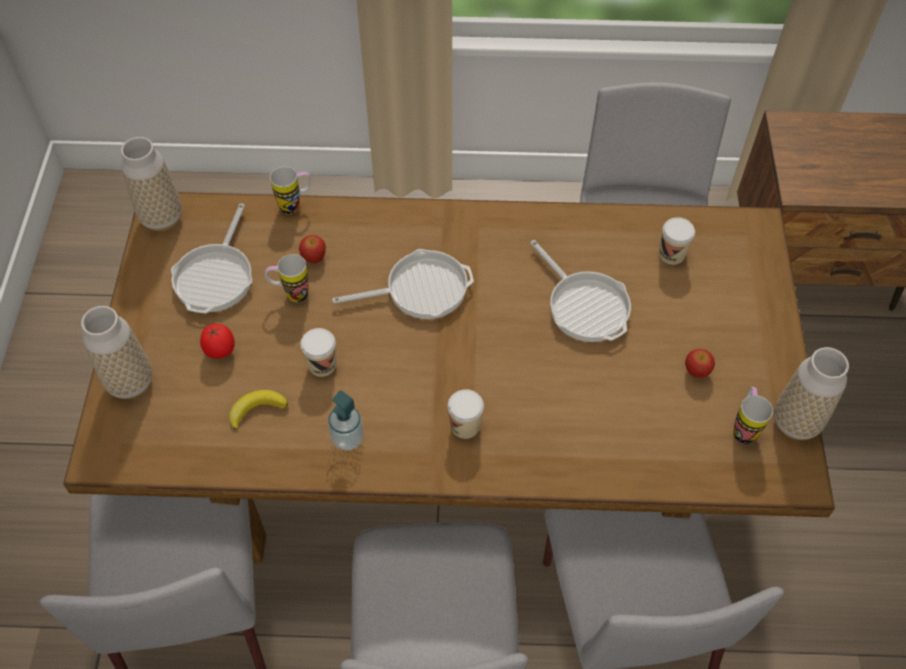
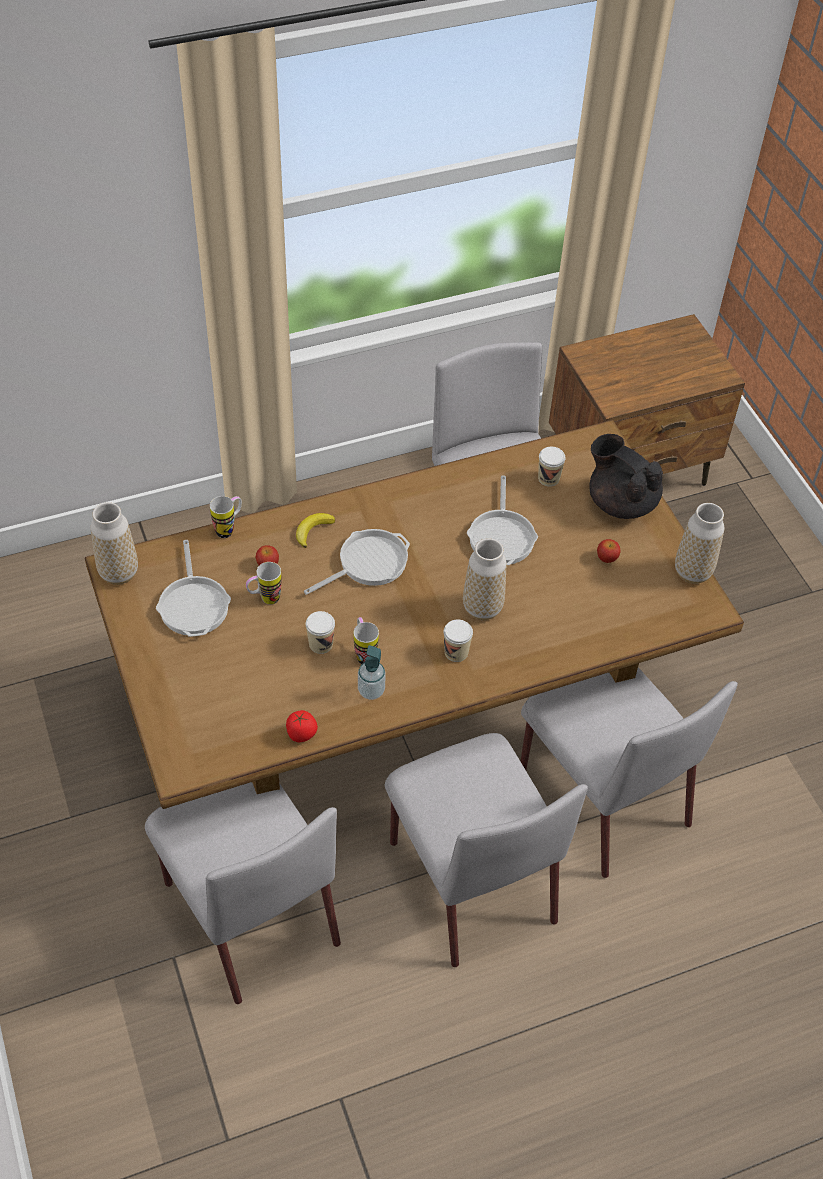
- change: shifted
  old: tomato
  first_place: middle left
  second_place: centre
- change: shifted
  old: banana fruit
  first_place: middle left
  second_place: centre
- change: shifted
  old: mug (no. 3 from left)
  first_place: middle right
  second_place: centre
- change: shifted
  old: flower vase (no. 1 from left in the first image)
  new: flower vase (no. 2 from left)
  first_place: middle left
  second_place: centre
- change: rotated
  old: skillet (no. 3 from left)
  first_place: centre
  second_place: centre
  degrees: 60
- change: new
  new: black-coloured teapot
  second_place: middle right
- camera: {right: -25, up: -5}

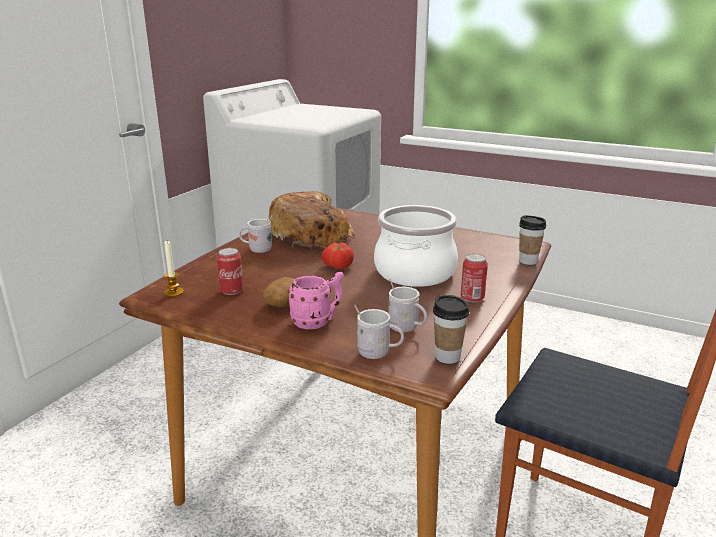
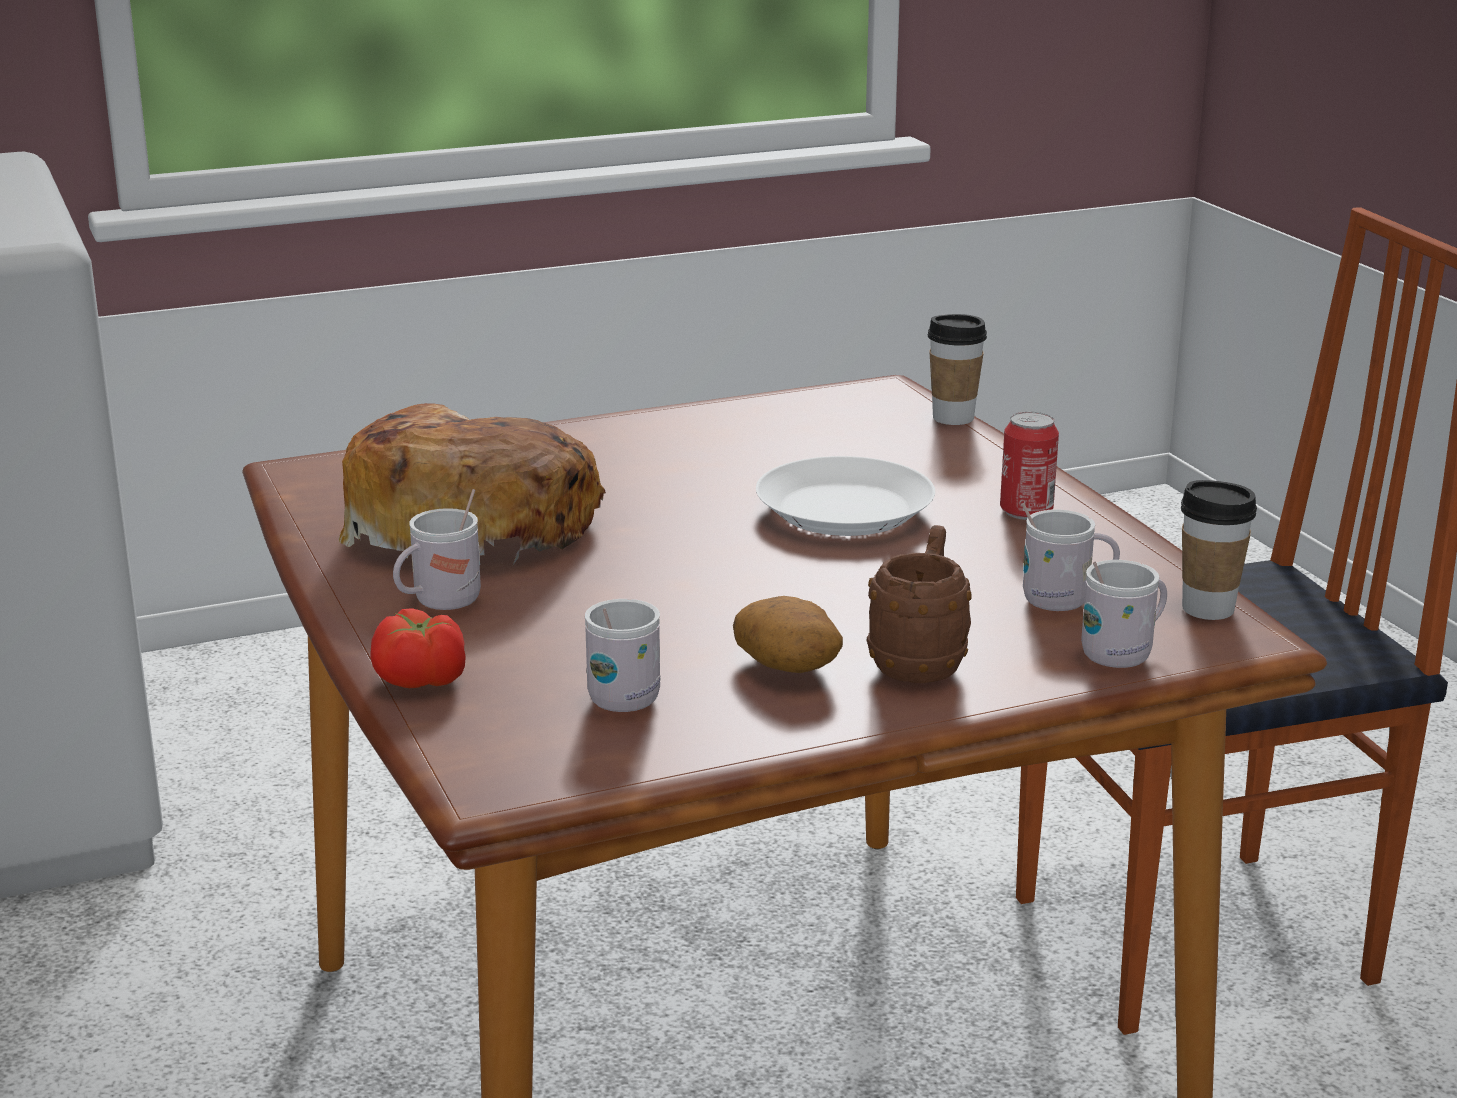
- change: shifted
  old: tomato
  first_place: centre
  second_place: middle left
- change: swapped
  old: metal can (no. 1 from left)
  new: white-coloured mug (no. 2 from left)
  first_place: middle left
  second_place: centre
- change: swapped
  old: saucepot
  new: white-coloured plate
  first_place: centre
  second_place: centre
- change: repainted
  old: pink-coloured mug
  new: brownish mug
  first_place: centre
  second_place: centre
- change: gone
  old: wax light
  first_place: middle left
- camera: {right: -50, up: 0}

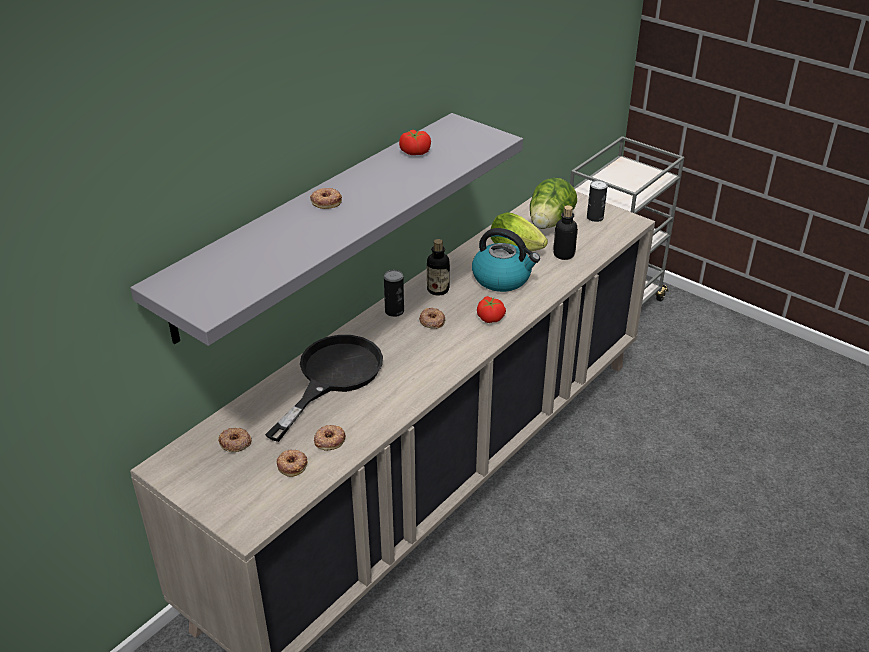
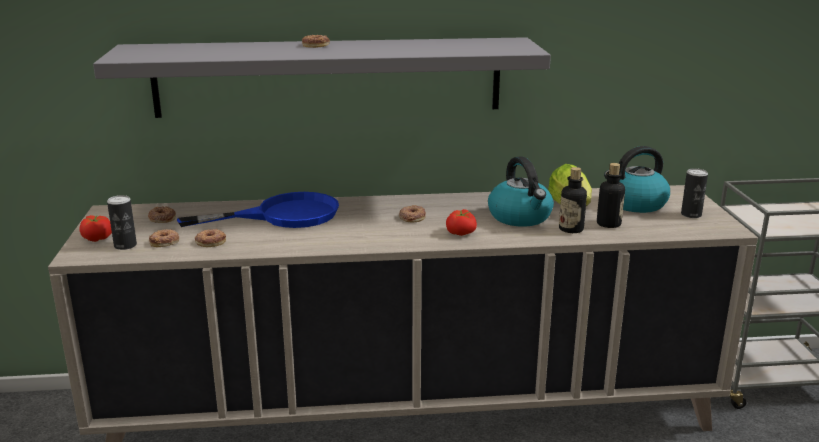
- change: shifted
  old: tomato (no. 1 from left)
  first_place: top centre
  second_place: middle left
- change: shifted
  old: metal can (no. 1 from left)
  first_place: centre
  second_place: middle left
- change: repainted
  old: black-coloured skillet
  new: bluish skillet
  first_place: centre
  second_place: middle left
- change: shifted
  old: beverage bottle (no. 1 from left)
  first_place: centre
  second_place: middle right
- change: swapped
  old: head of lettuce (no. 2 from left)
  new: kettle (no. 2 from left)
  first_place: top centre
  second_place: middle right
- camera: {right: 45, up: -15}

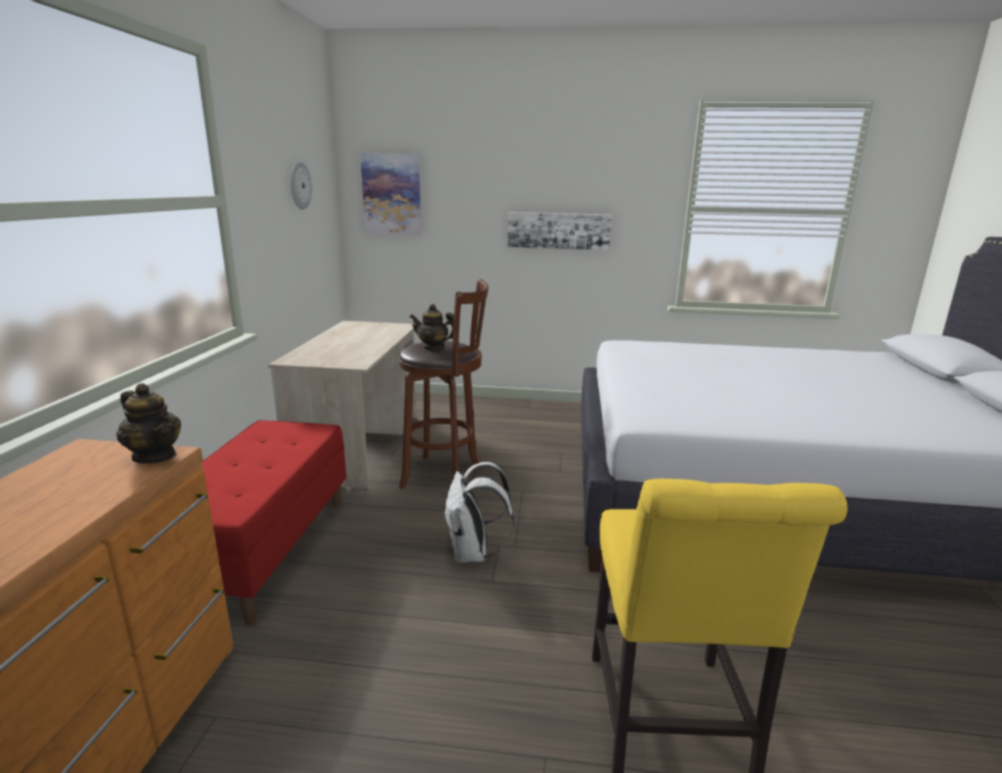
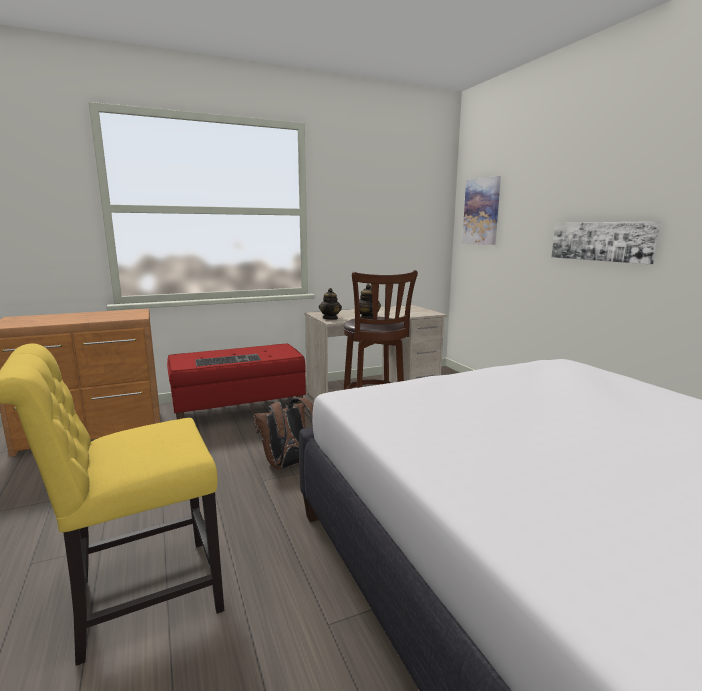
- change: new
  new: PC keyboard
  second_place: middle left
- change: repainted
  old: white-coloured backpack
  new: brownish backpack
  first_place: centre
  second_place: centre
- change: shifted
  old: teapot (no. 1 from left)
  first_place: middle left
  second_place: centre
- change: gone
  old: clock on the wall
  first_place: top left
- camera: {right: 60, up: -5}

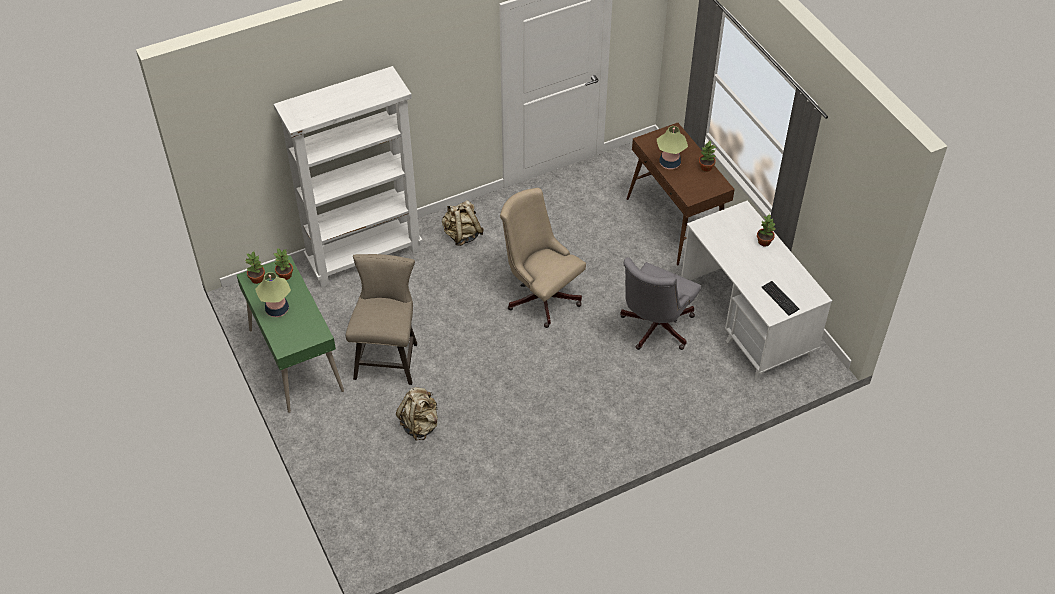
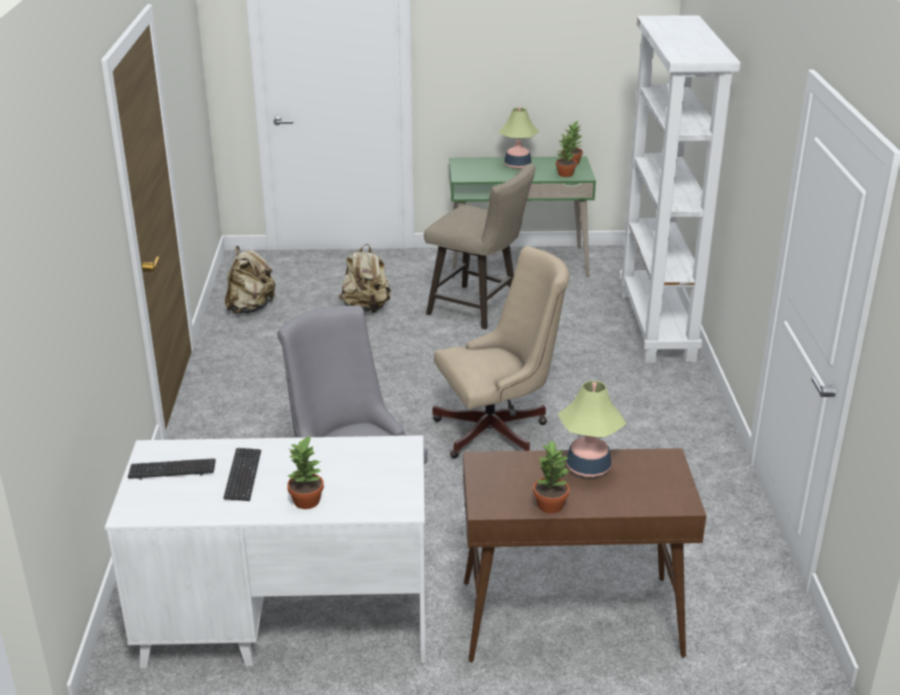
- change: new
  new: PC keyboard (no. 2 from left)
  second_place: bottom left
- change: shifted
  old: beige backpack (no. 2 from left in the first image)
  new: beige backpack (no. 1 from left)
  first_place: centre
  second_place: middle left
- camera: {right: 115, up: -20}

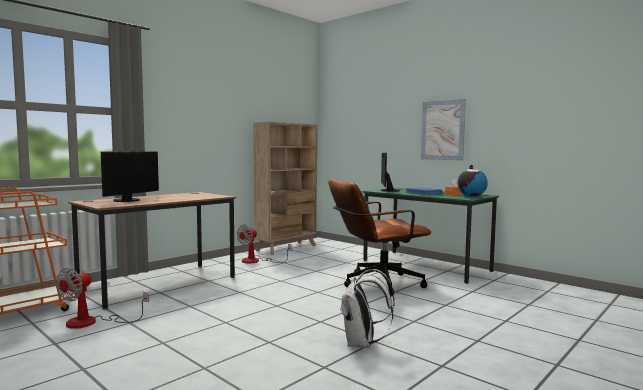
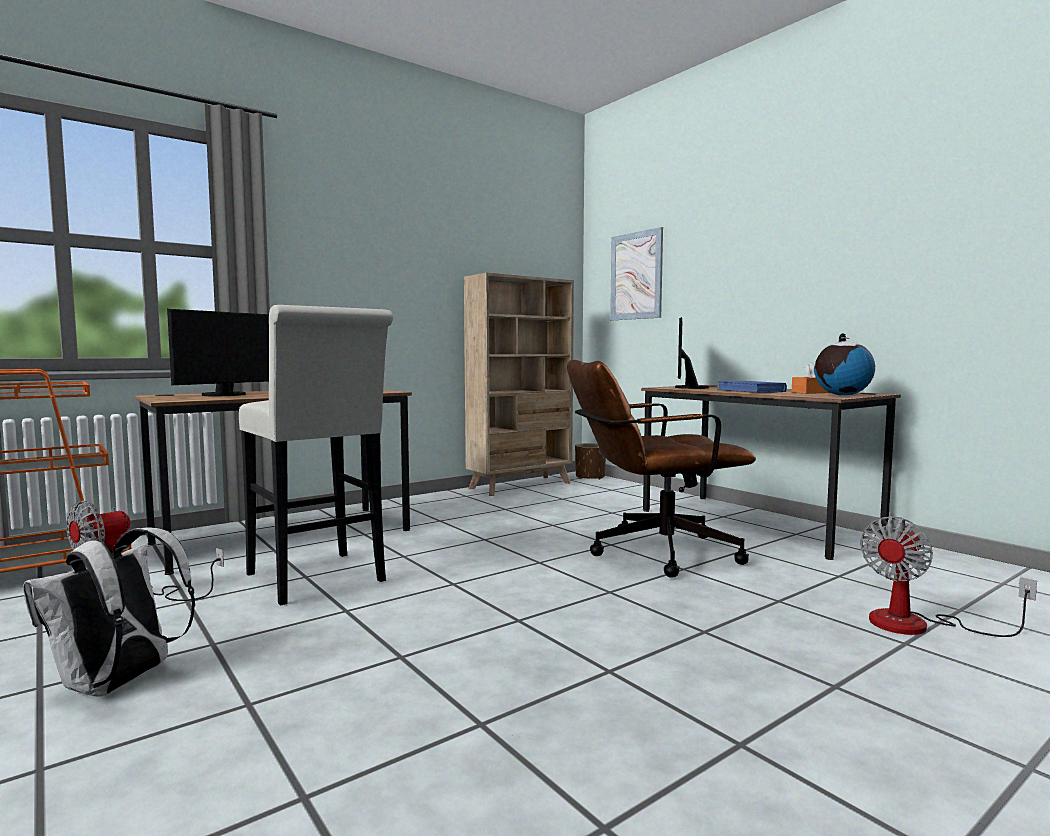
- change: shifted
  old: white-coloured backpack
  first_place: bottom centre
  second_place: bottom left
- change: new
  new: white-coloured stool
  second_place: middle left
- change: new
  new: brownish flower pot
  second_place: centre
- change: shifted
  old: wall picture
  first_place: top right
  second_place: top centre
- change: repainted
  old: greenish desk table
  new: brownish desk table (no. 2 from left)
  first_place: middle right
  second_place: middle right
- change: shifted
  old: electric fan (no. 2 from left)
  first_place: centre
  second_place: bottom right
- camera: {right: 10, up: 0}

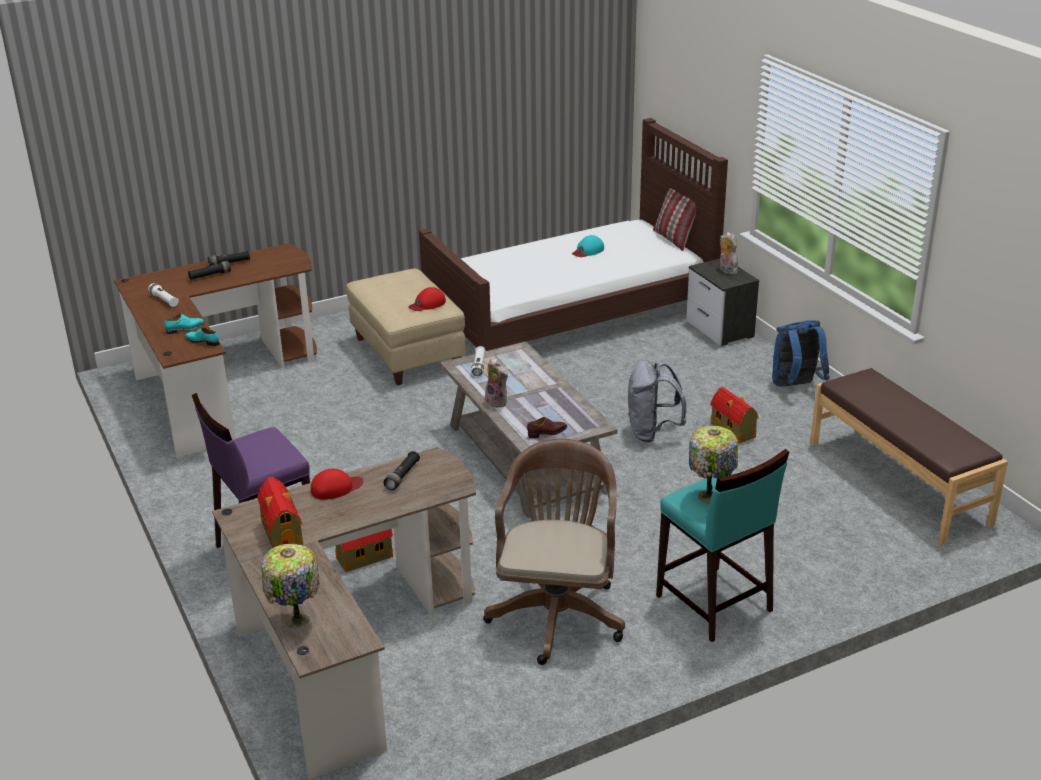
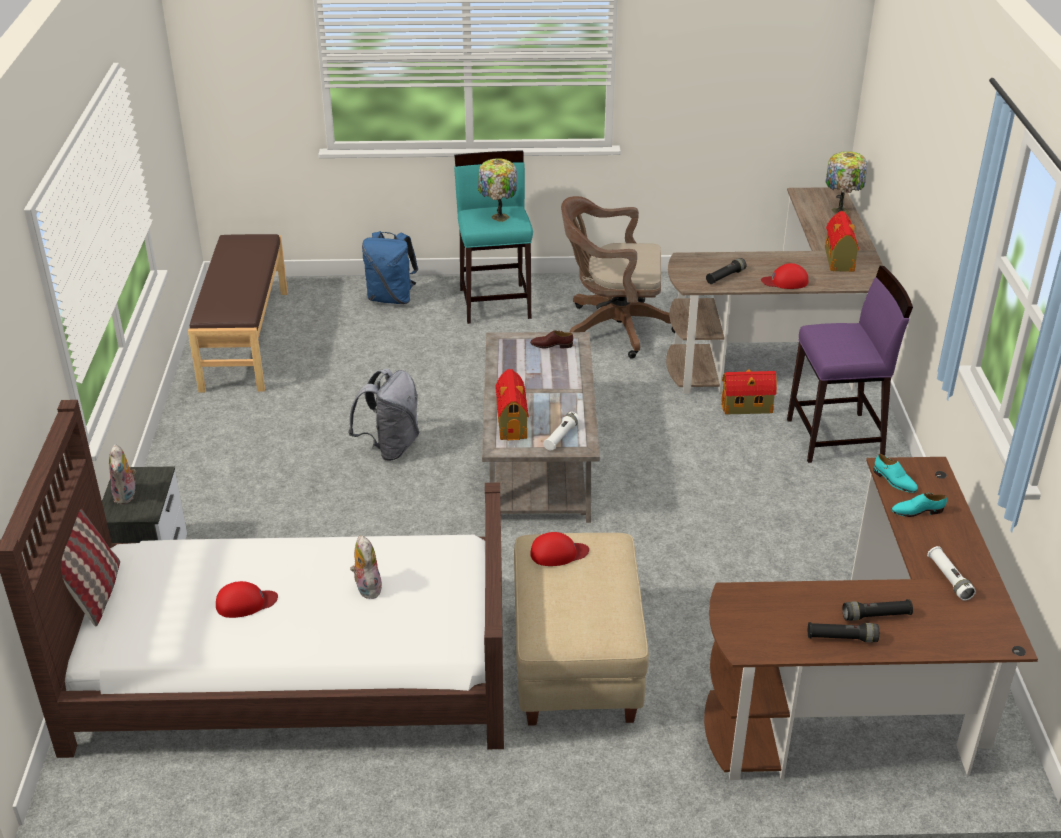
- change: repainted
  old: turquoise-coloured baseball cap
  new: reddish baseball cap (no. 1 from left)
  first_place: top centre
  second_place: bottom left
- change: shifted
  old: plush toy (no. 1 from left in the first image)
  new: plush toy (no. 2 from left)
  first_place: centre
  second_place: bottom centre
- change: shifted
  old: bluish backpack
  first_place: middle right
  second_place: top centre
- change: shifted
  old: miniature house (no. 3 from left in the first image)
  new: miniature house (no. 1 from left)
  first_place: middle right
  second_place: centre
- change: rotated
  old: brownish office chair
  first_place: bottom centre
  second_place: top centre
  degrees: 60
- camera: {right: -155, up: 5}

